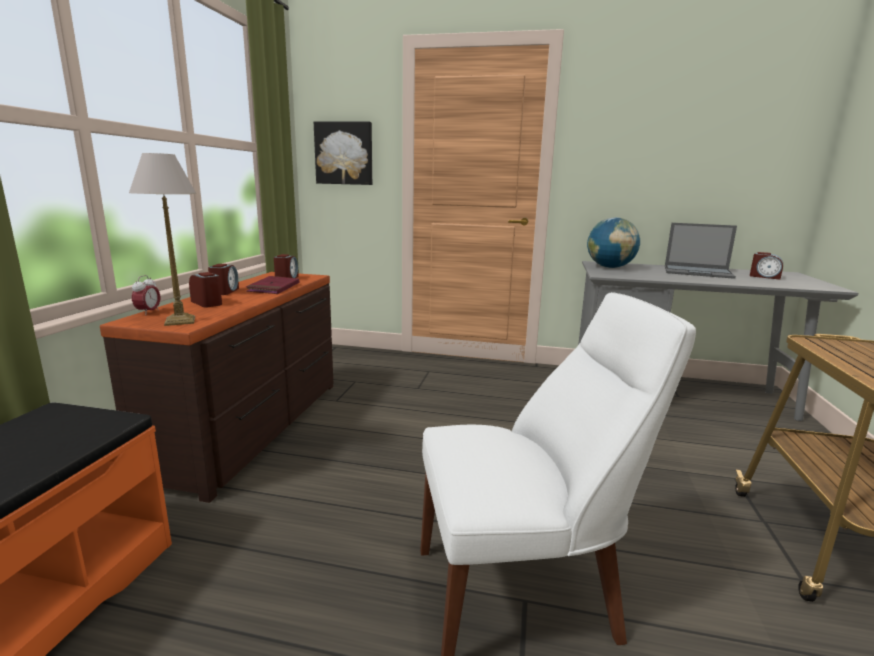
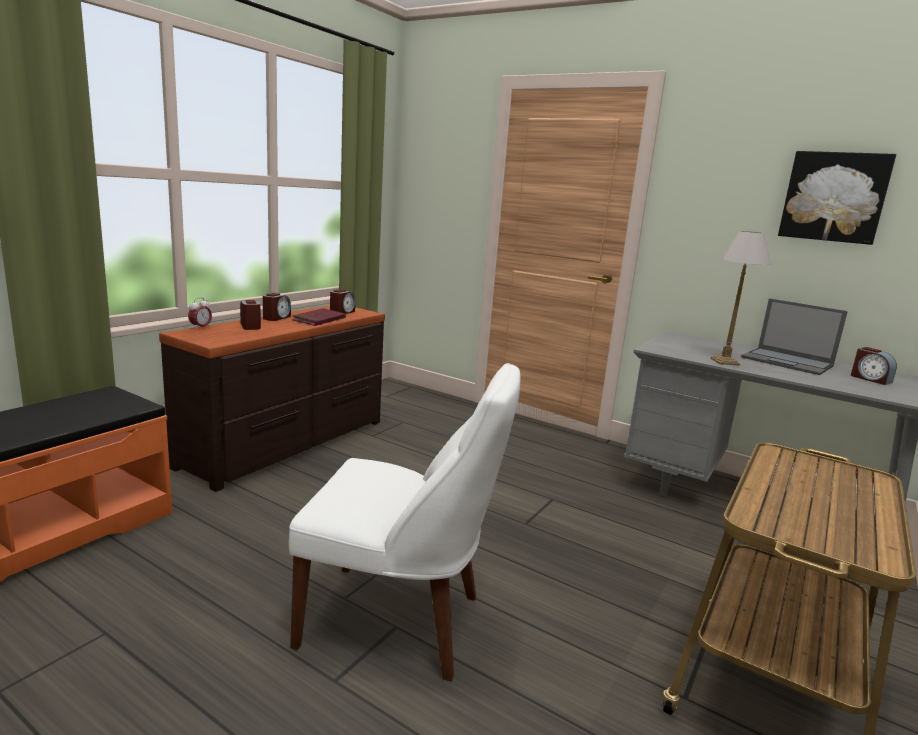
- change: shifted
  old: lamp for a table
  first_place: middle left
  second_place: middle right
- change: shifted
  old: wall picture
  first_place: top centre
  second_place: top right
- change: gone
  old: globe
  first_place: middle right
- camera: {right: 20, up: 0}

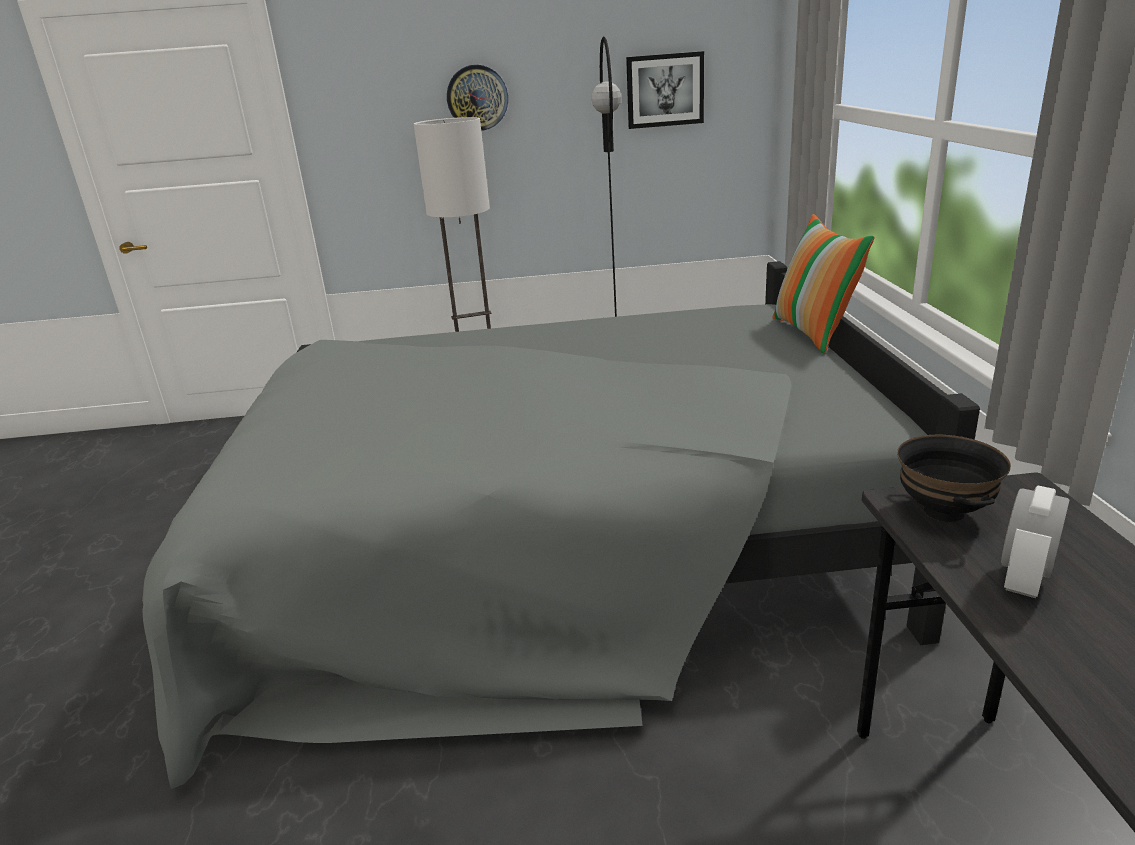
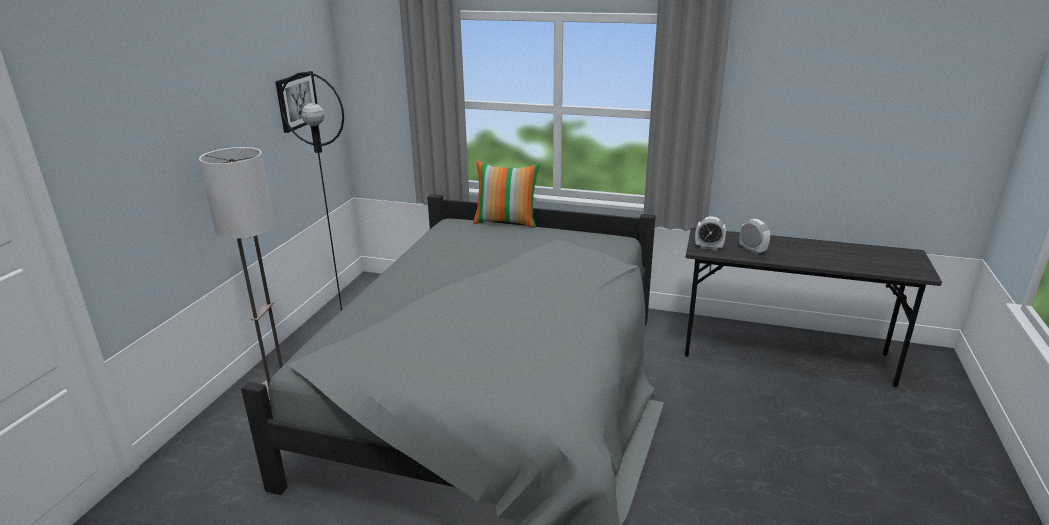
- change: swapped
  old: black-coloured bowl
  new: table clock (no. 1 from left)
  first_place: middle right
  second_place: middle right
- change: gone
  old: clock on the wall
  first_place: top centre
- camera: {right: -70, up: 0}

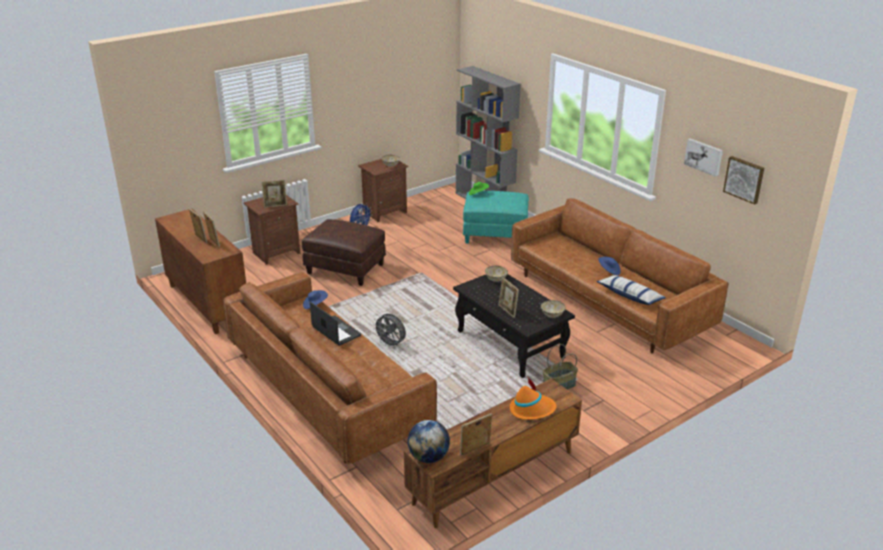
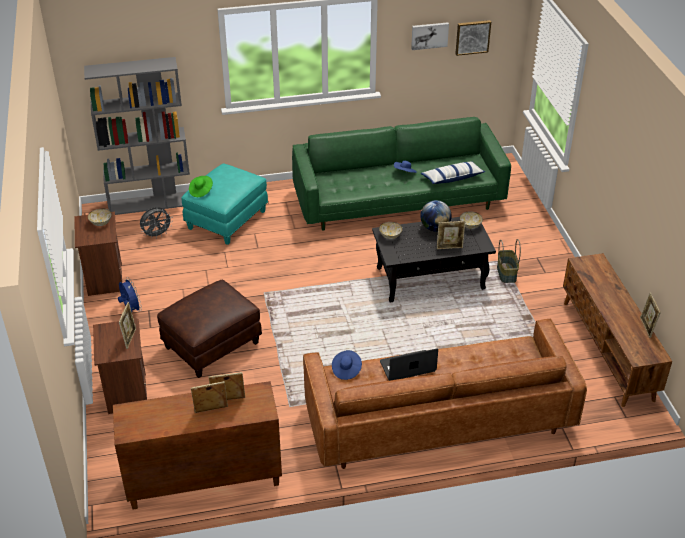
- change: shifted
  old: grey electric fan
  first_place: centre
  second_place: middle left
- change: repainted
  old: brownish settee (no. 2 from left)
  new: greenish settee
  first_place: middle right
  second_place: top centre
- change: shifted
  old: globe
  first_place: bottom centre
  second_place: centre
- change: gone
  old: orangey hat
  first_place: bottom centre
- camera: {right: -65, up: 10}

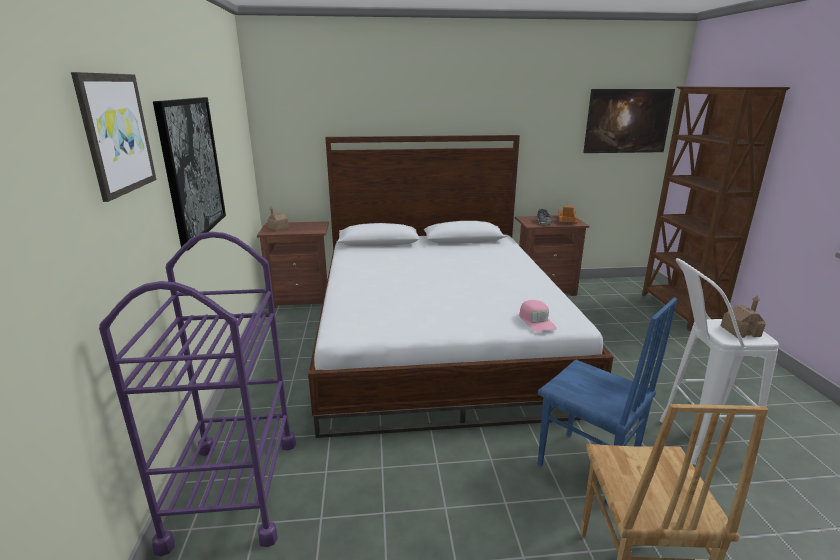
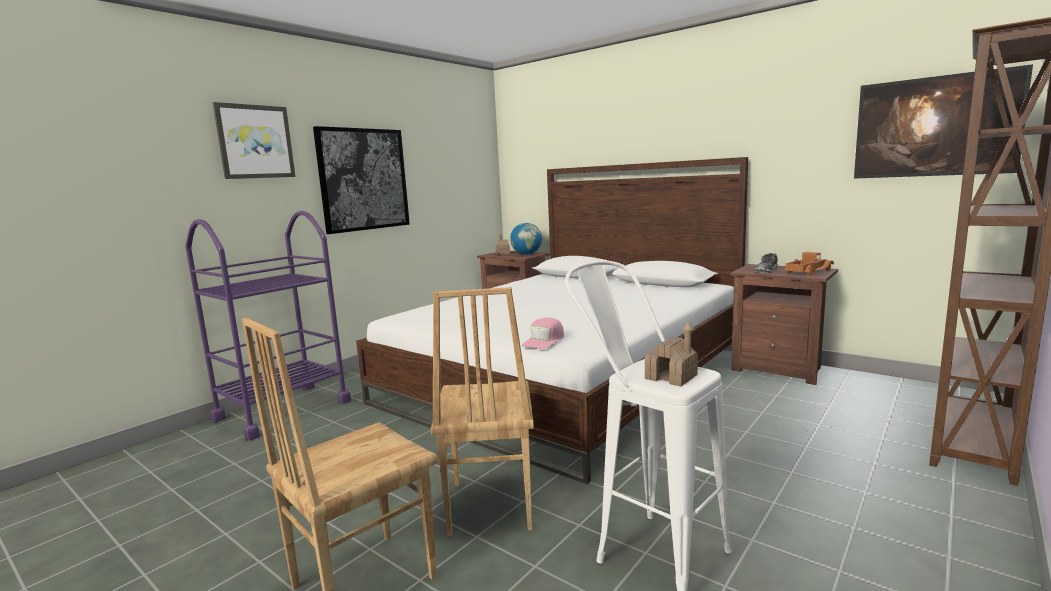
- change: repainted
  old: bluish chair
  new: brownish chair (no. 2 from left)
  first_place: bottom right
  second_place: bottom centre
- change: new
  new: globe
  second_place: centre
- camera: {right: 45, up: -10}

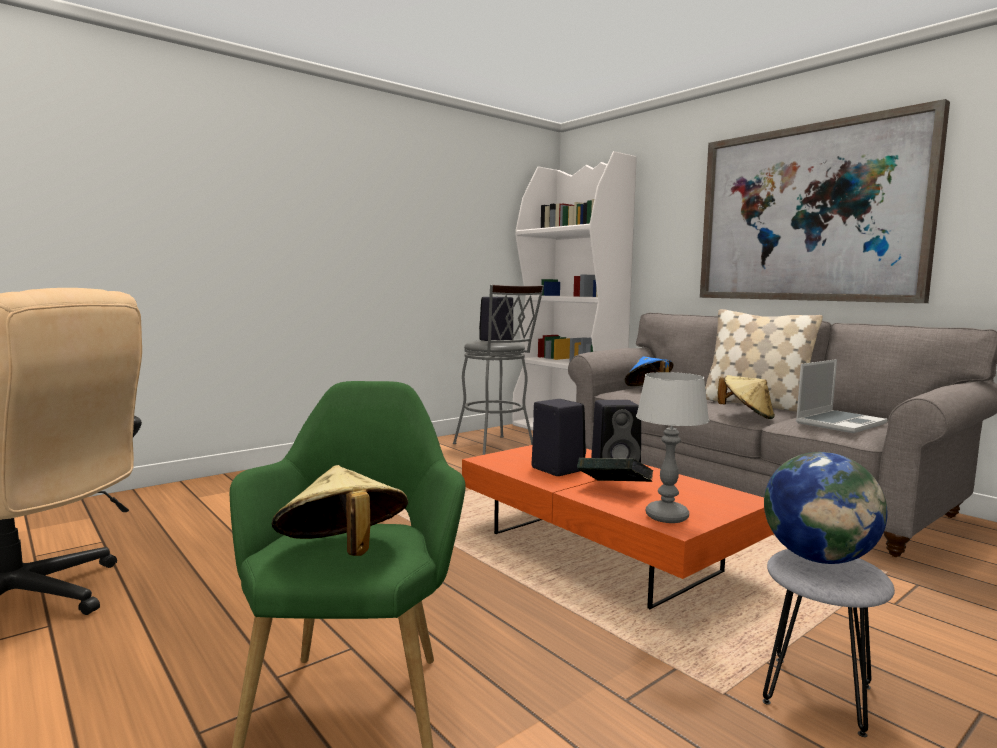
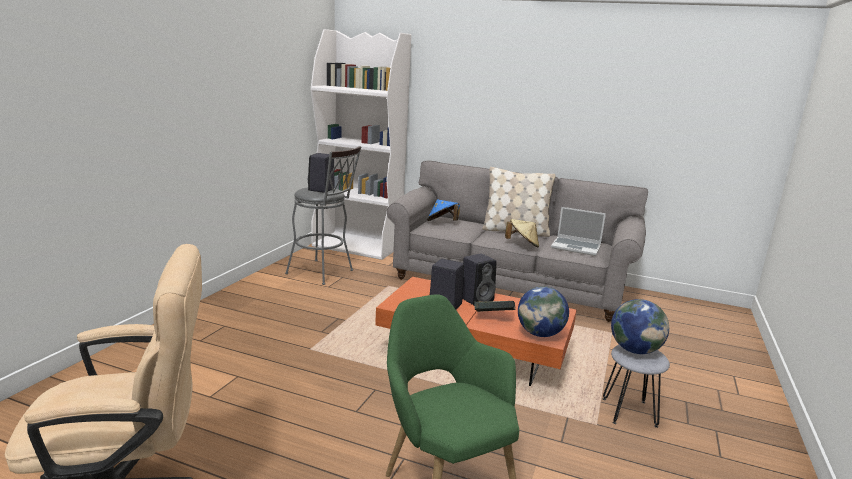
- change: swapped
  old: lamp for a table
  new: globe (no. 1 from left)
  first_place: middle right
  second_place: centre
- change: rotated
  old: notebook computer
  first_place: middle right
  second_place: middle right
  degrees: 90
- change: gone
  old: beige hat (no. 1 from left)
  first_place: bottom centre
- change: gone
  old: wall picture
  first_place: top right
- camera: {right: -30, up: 10}

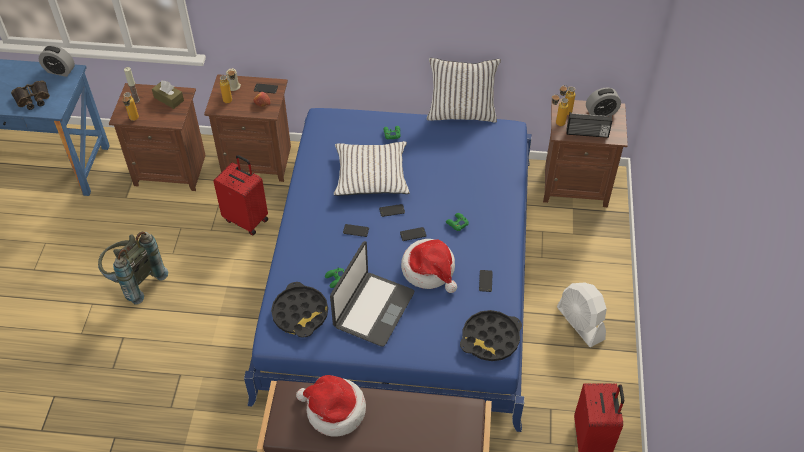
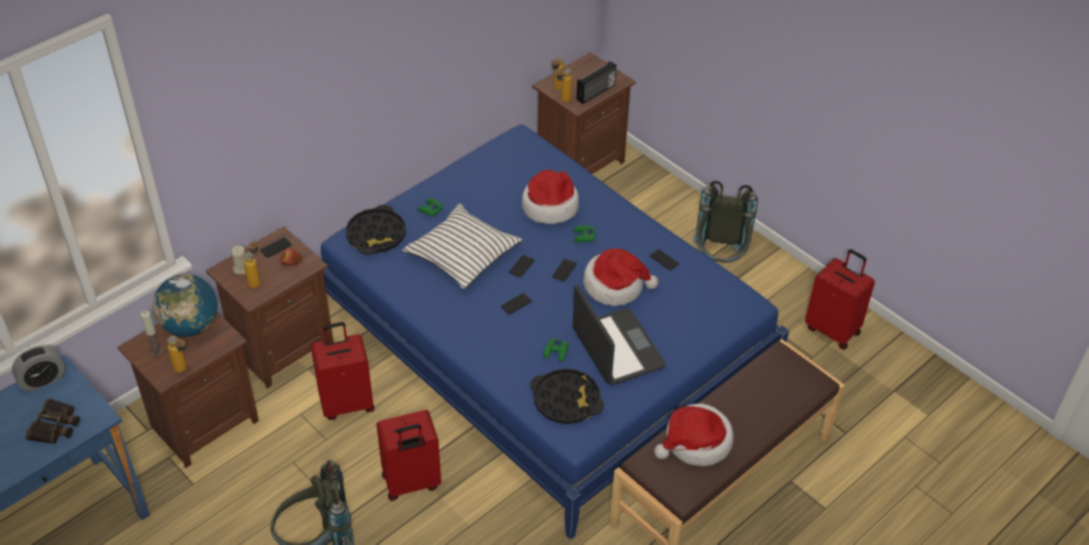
- change: swapped
  old: brownish tissue holder
  new: globe
  first_place: top left
  second_place: middle left
- change: shifted
  old: black-coloured carrying tray (no. 2 from left in the first image)
  new: black-coloured carrying tray (no. 1 from left)
  first_place: bottom centre
  second_place: centre
- change: new
  new: reddish piece of luggage (no. 2 from left)
  second_place: bottom centre
- change: new
  new: hat (no. 1 from left)
  second_place: centre
- change: swapped
  old: white-coloured electric fan
  new: grey backpack (no. 2 from left)
  first_place: bottom right
  second_place: centre
- change: gone
  old: white-coloured throw pillow (no. 2 from left)
  first_place: top centre
- change: gone
  old: table clock (no. 2 from left)
  first_place: top right
- camera: {right: -50, up: -5}

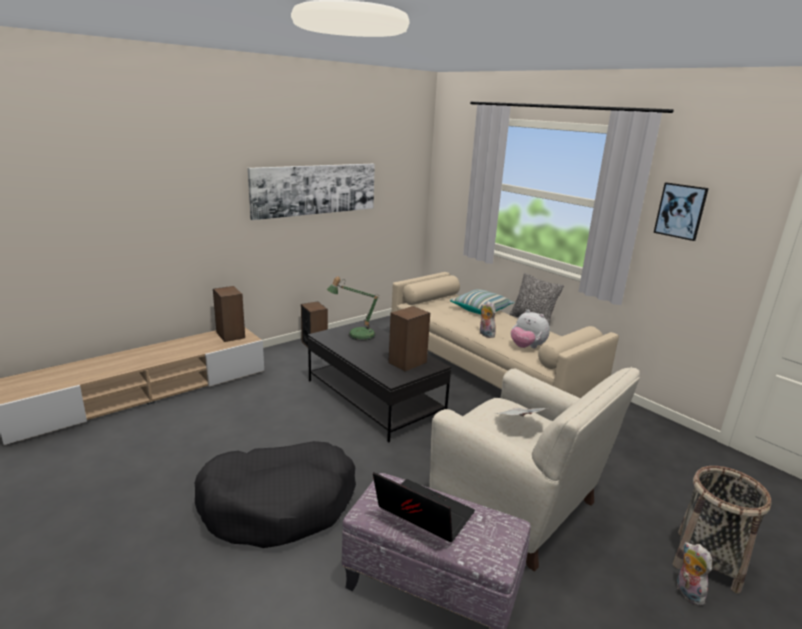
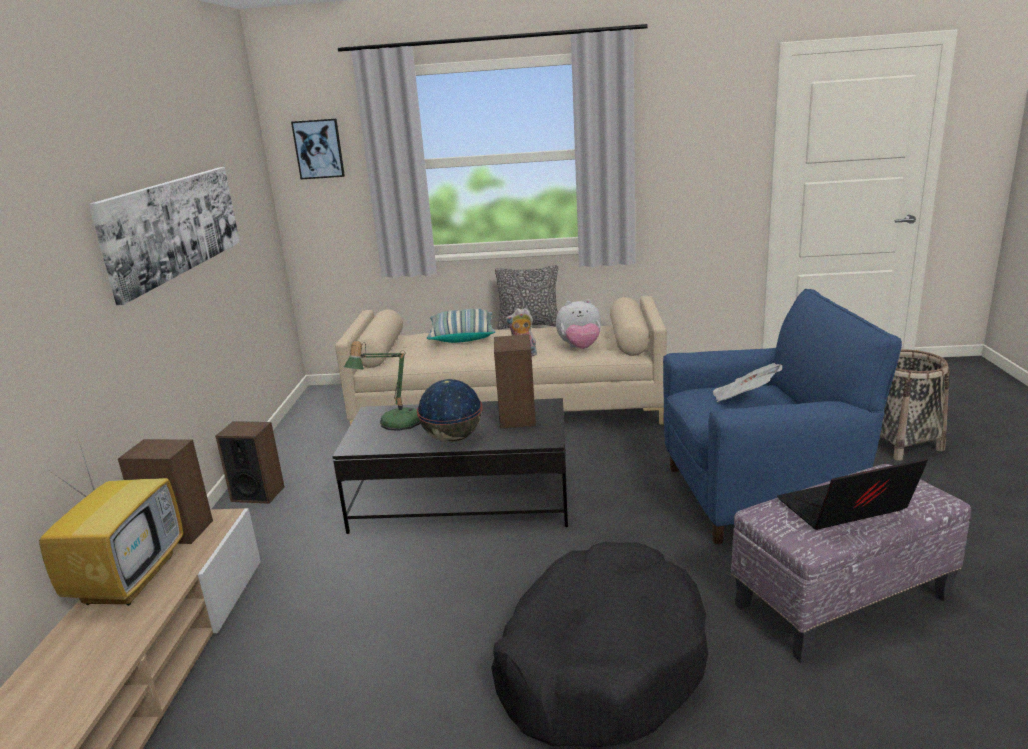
- change: new
  new: television
  second_place: bottom left
- change: shifted
  old: wall picture (no. 2 from left)
  first_place: middle right
  second_place: top left
- change: new
  new: globe
  second_place: centre
- change: repainted
  old: beige lounge chair
  new: bluish lounge chair
  first_place: bottom centre
  second_place: middle right
- change: gone
  old: plush toy (no. 3 from left)
  first_place: bottom right
- camera: {right: -45, up: 0}

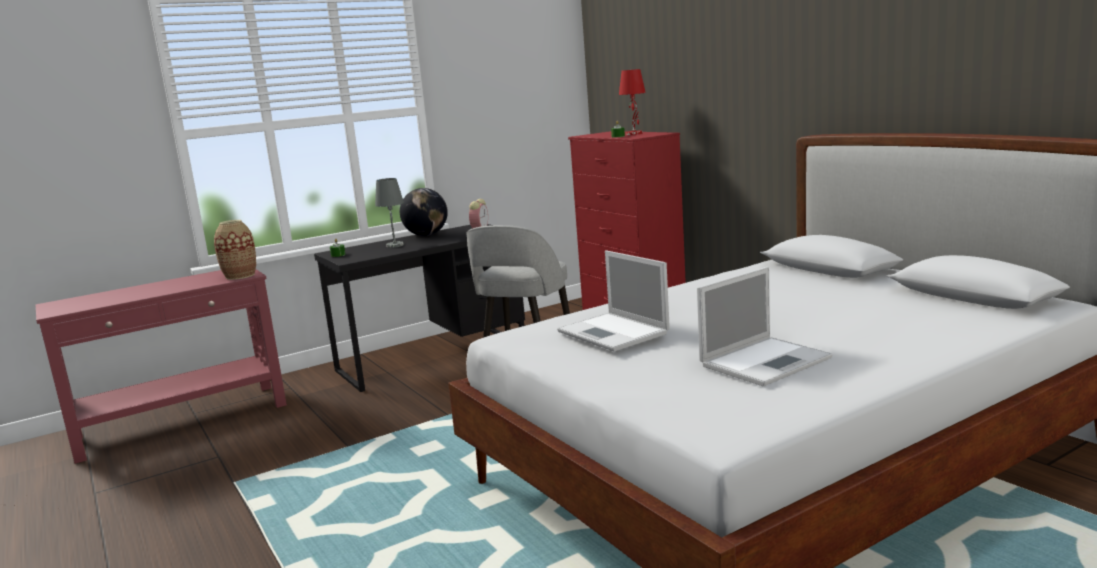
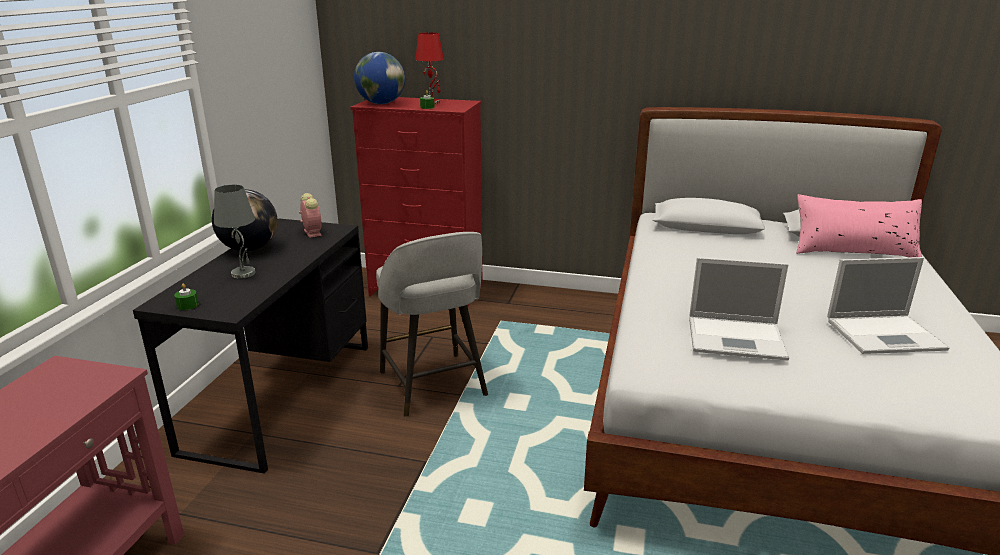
- change: new
  new: globe (no. 2 from left)
  second_place: top centre
- change: new
  new: pink-coloured throw pillow
  second_place: middle right
- change: rotated
  old: notebook computer (no. 2 from left)
  first_place: middle right
  second_place: middle right
  degrees: 75
- change: gone
  old: flower vase
  first_place: middle left
- camera: {right: -45, up: 10}

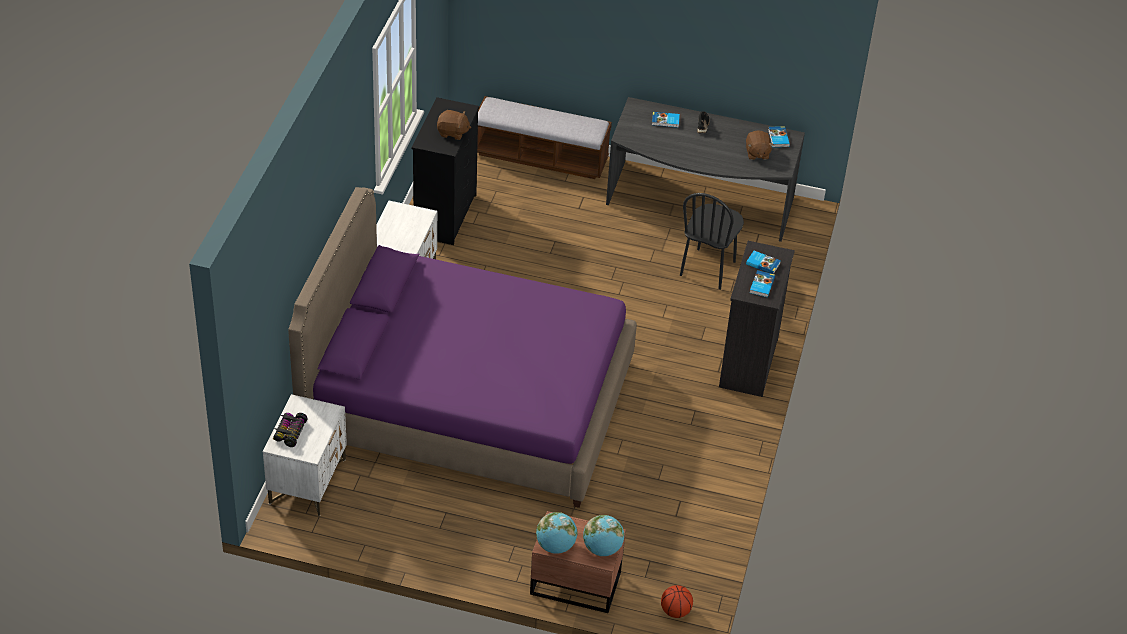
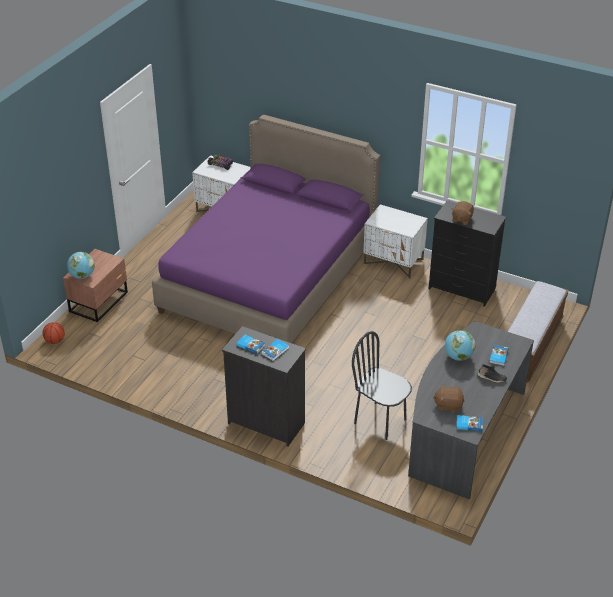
- change: shifted
  old: globe (no. 1 from left in the first image)
  new: globe (no. 2 from left)
  first_place: bottom centre
  second_place: middle right
- camera: {right: 105, up: -5}

